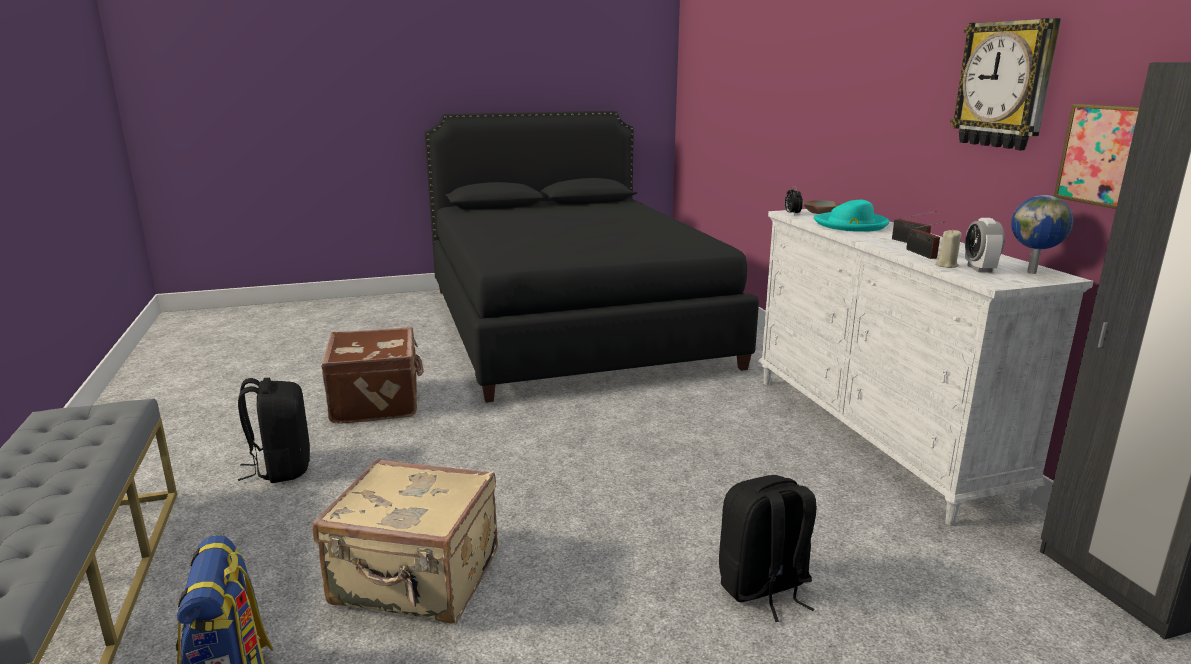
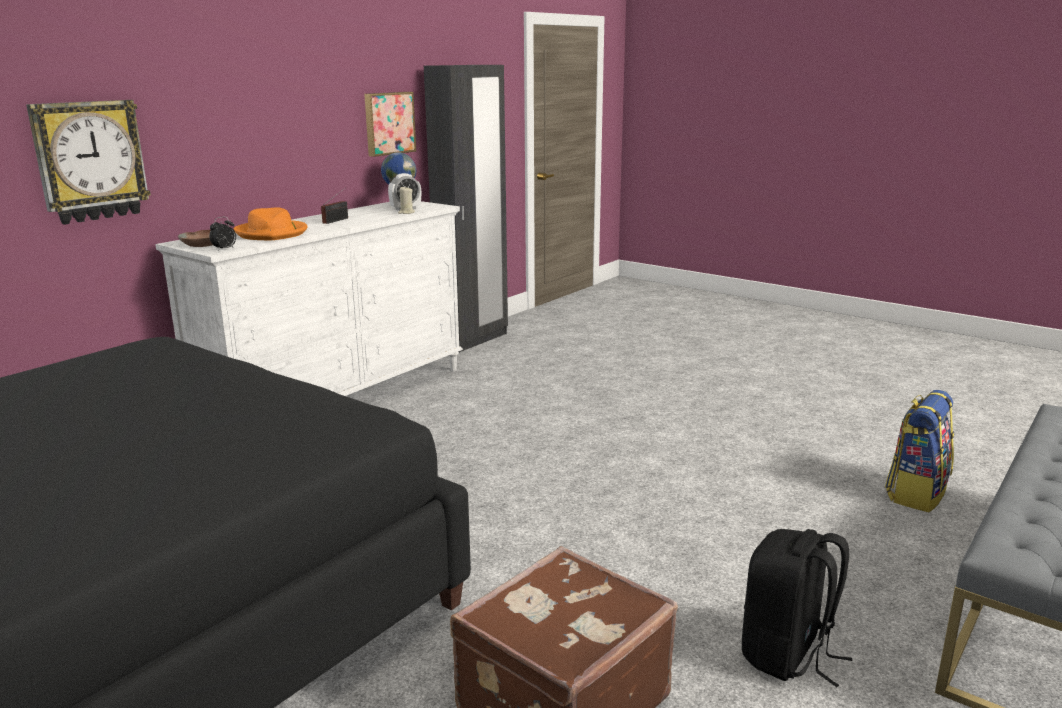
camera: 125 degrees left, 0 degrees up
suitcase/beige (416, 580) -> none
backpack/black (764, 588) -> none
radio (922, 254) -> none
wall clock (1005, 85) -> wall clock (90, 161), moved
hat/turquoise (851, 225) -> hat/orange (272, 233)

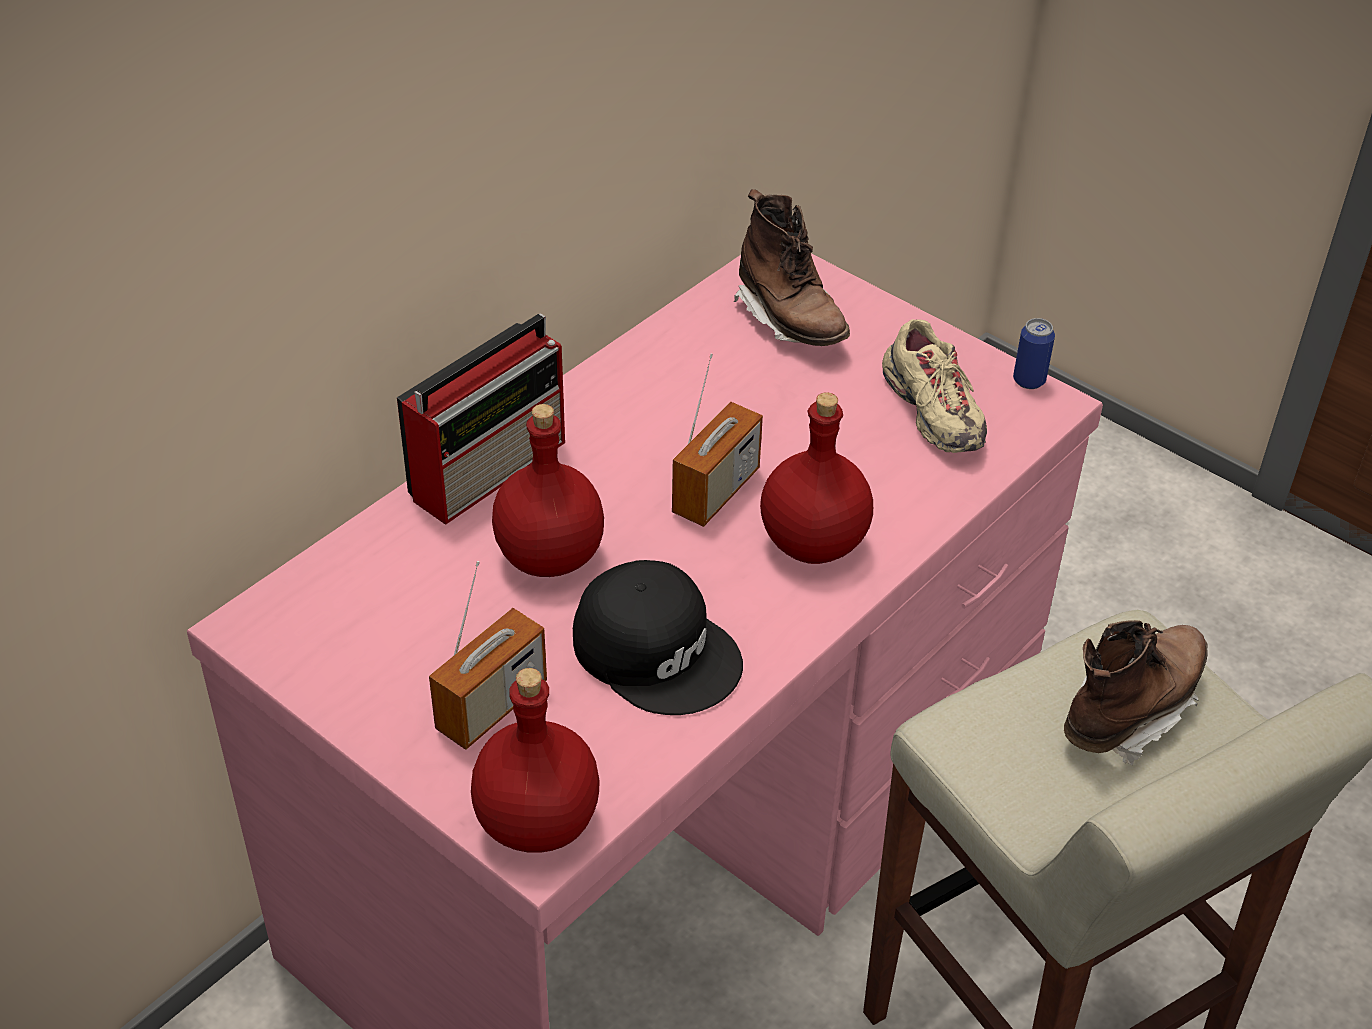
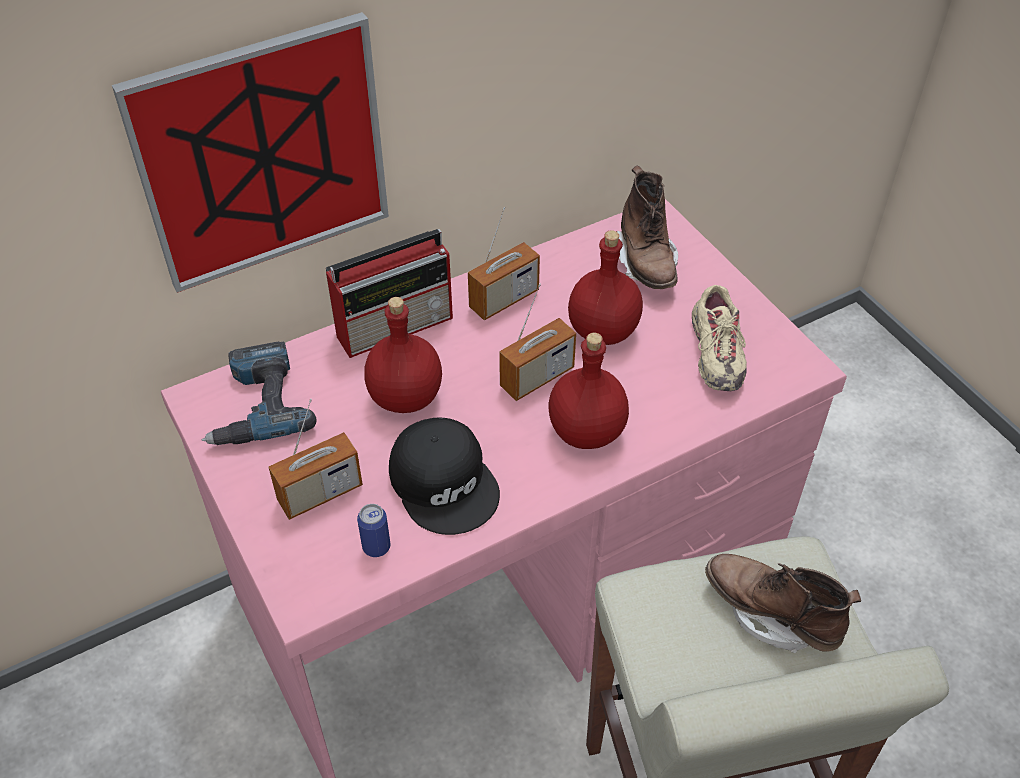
camera: 20 degrees right, 5 degrees up
none -> picture (263, 154)
none -> power drill (256, 405)
none -> radio (504, 299)
bottle/red (538, 821) -> bottle/red (604, 330), moved
can (1029, 380) -> can (376, 547), moved
boot/brown (1130, 710) -> boot/brown (771, 614), 120 degrees counterclockwise

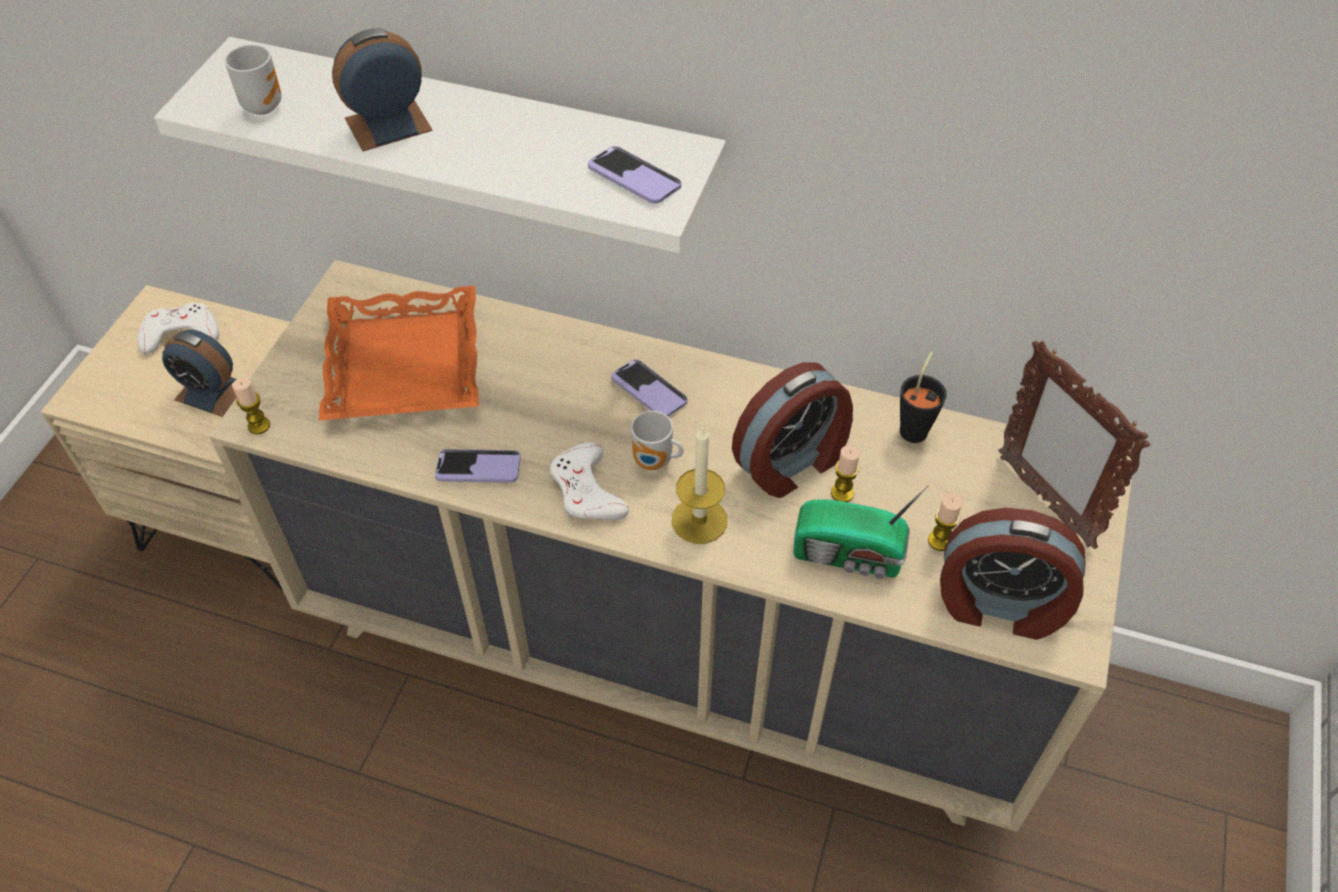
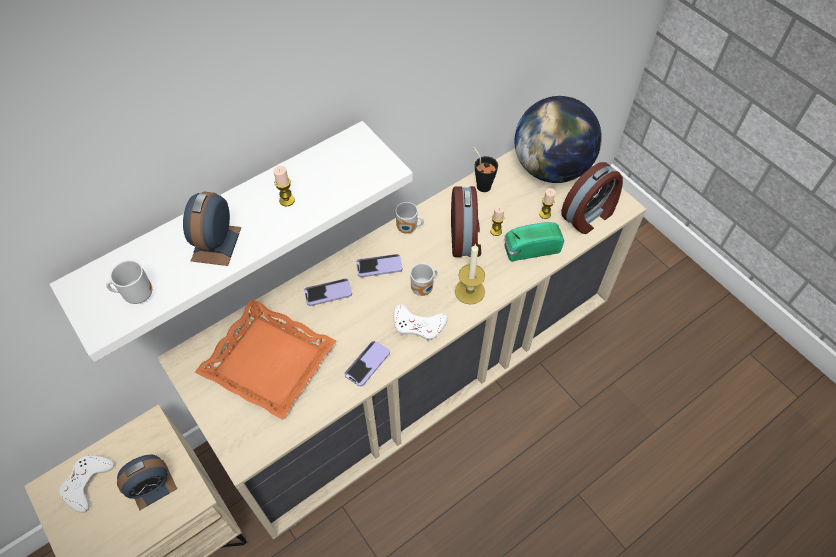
camera: 55 degrees left, 5 degrees up
none -> mug (408, 229)
candle (259, 425) -> candle (287, 200), moved
phone (634, 177) -> phone (328, 293), moved
picture frame (1044, 500) -> globe (551, 168)
radio (850, 556) -> radio (529, 248), 150 degrees counterclockwise

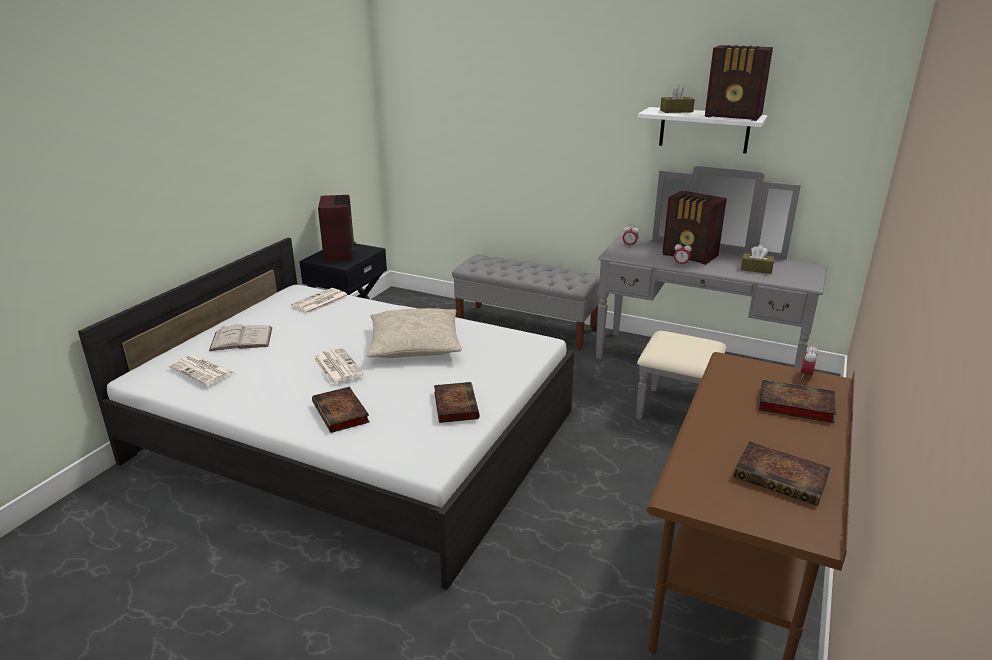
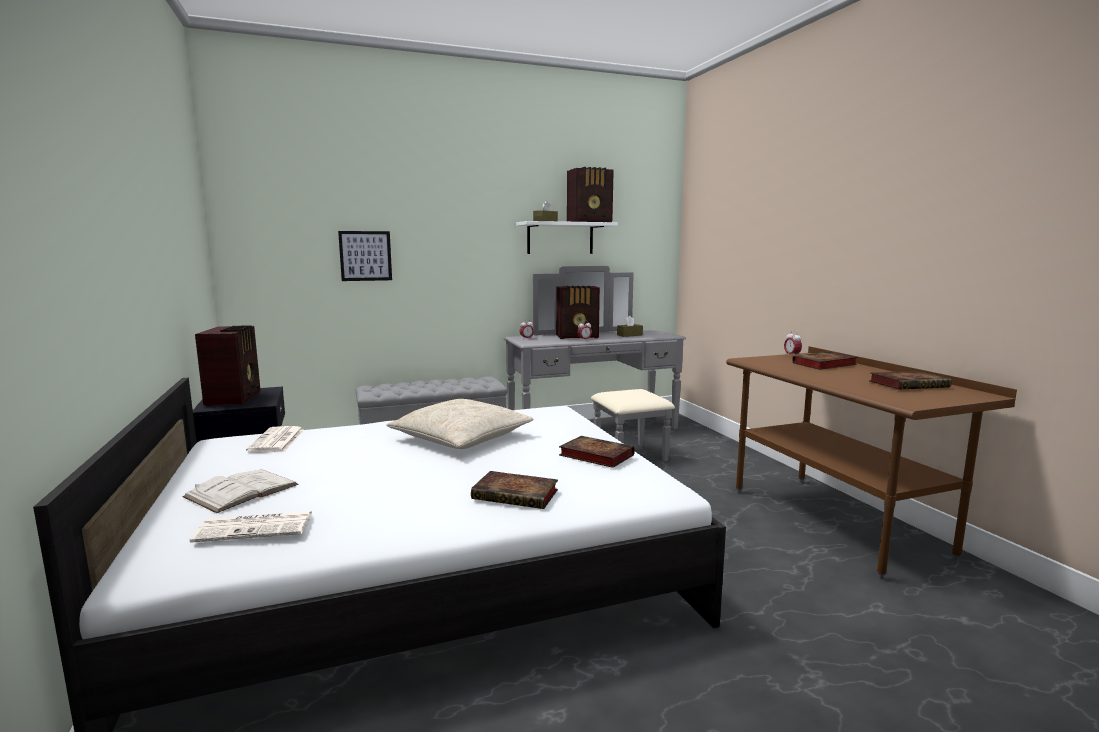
camera: 45 degrees left, 15 degrees down
newspaper (337, 366) -> none
none -> picture (365, 256)
radio (340, 253) -> radio (235, 398), 45 degrees clockwise

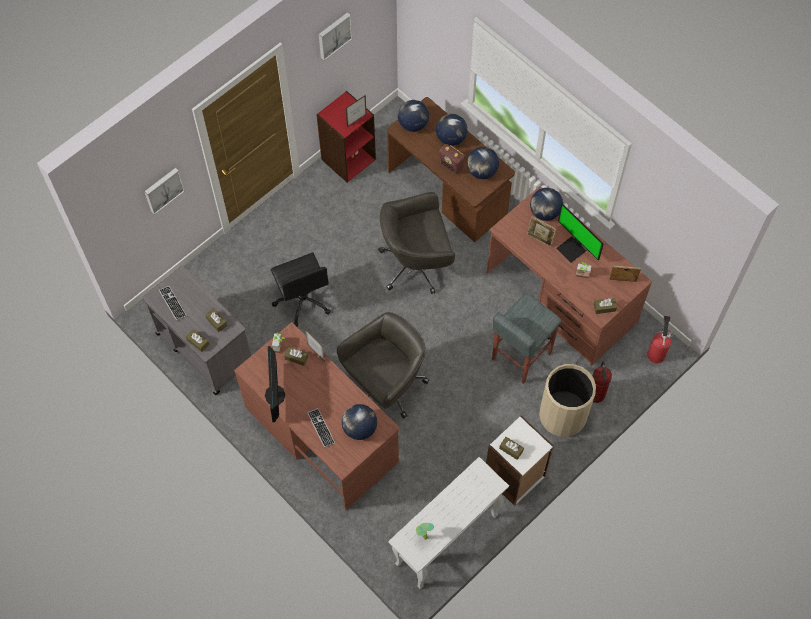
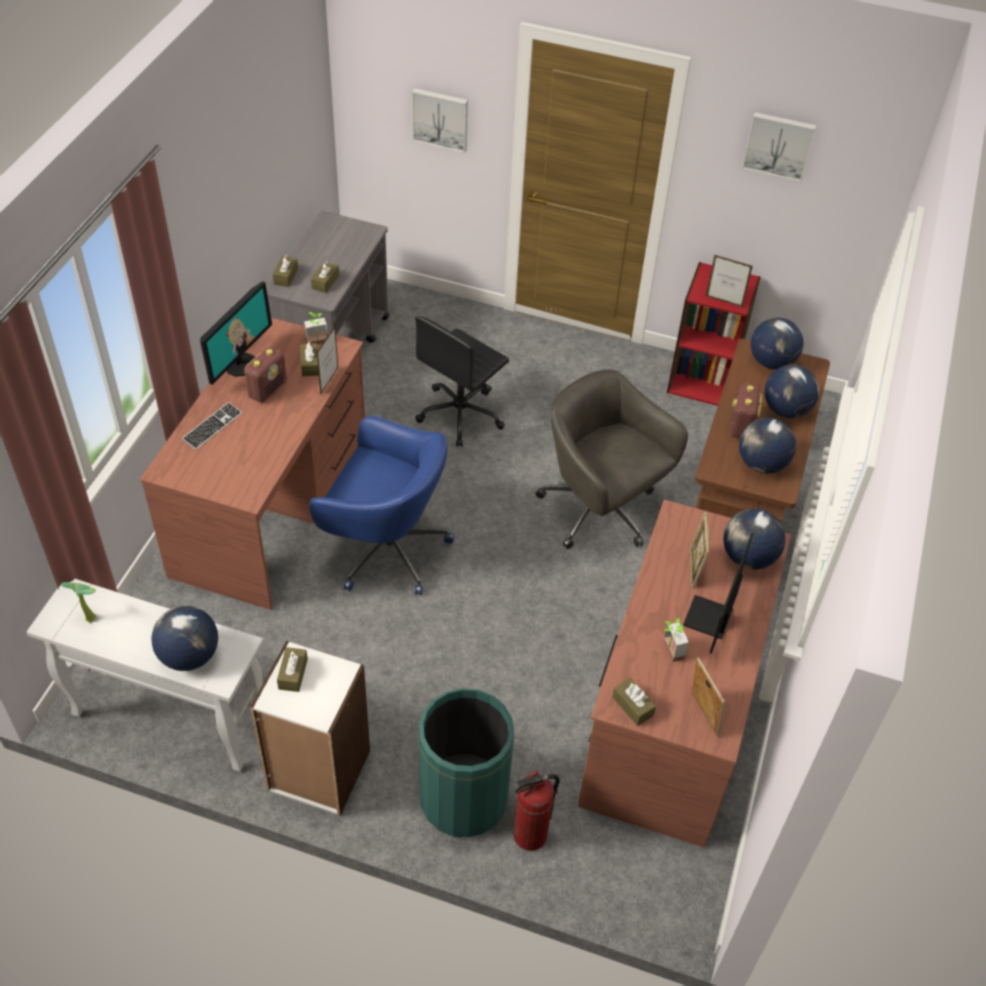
camera: 60 degrees right, 15 degrees down
keyboard (172, 303) -> none
stool/grey (520, 356) -> none
fire extinguisher (656, 353) -> none
none -> radio (267, 389)
globe (359, 428) -> globe (189, 656), moved
office chair/grey (385, 385) -> office chair/blue (385, 549)
trash can/beige (562, 415) -> trash can/green (463, 799)
monitor (275, 395) -> monitor (240, 364), 150 degrees clockwise

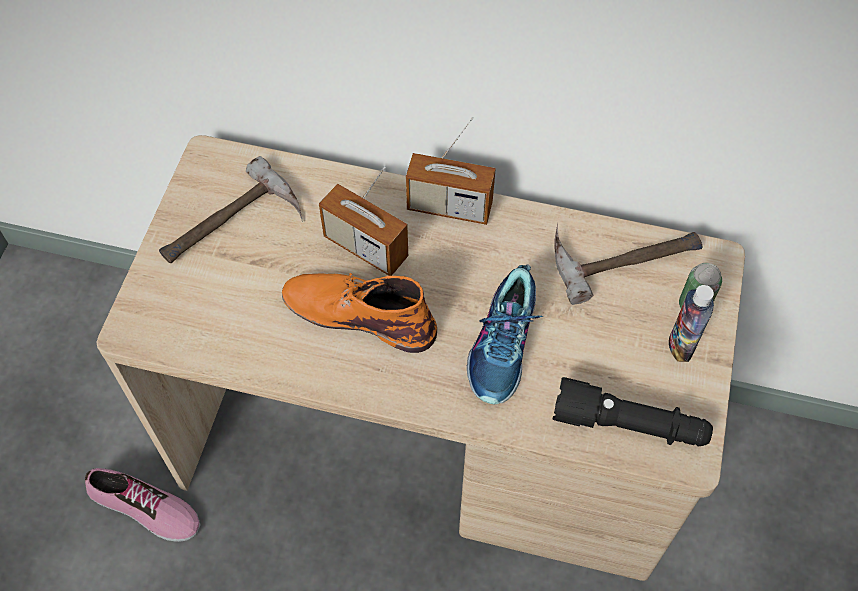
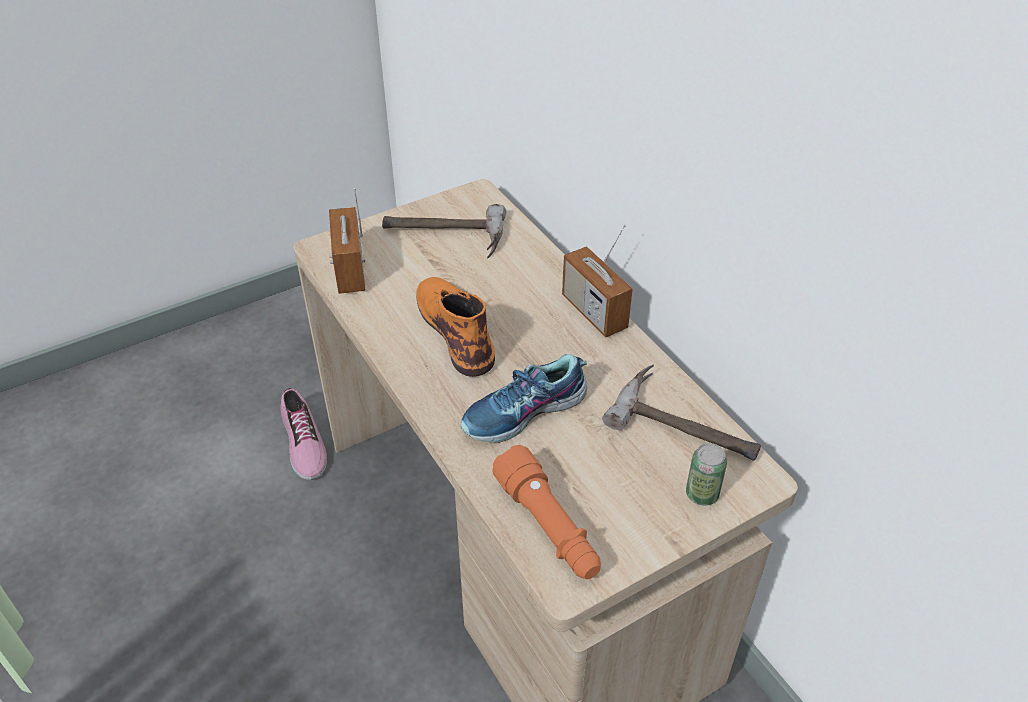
camera: 45 degrees right, 15 degrees down
bottle (681, 345) -> none
radio (365, 247) -> radio (350, 270), moved
flashlight/black (629, 425) -> flashlight/orange (548, 527)

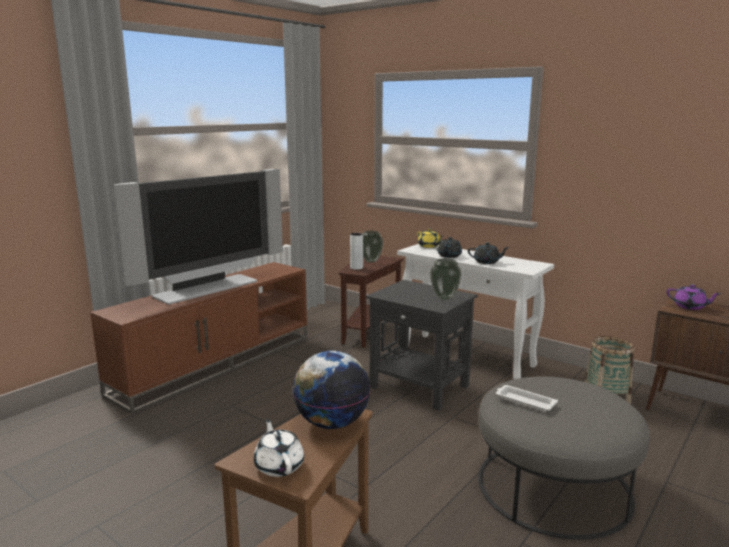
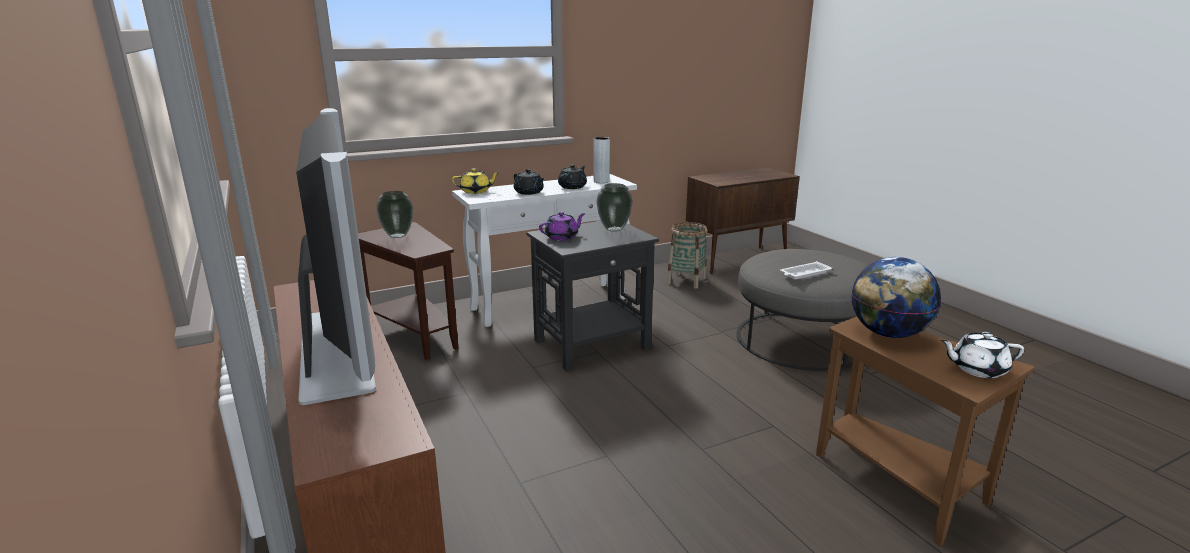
camera: 65 degrees left, 5 degrees up
vase/grey (356, 268) -> vase/grey (601, 181), moved
teapot/purple (690, 307) -> teapot/purple (562, 237), moved

